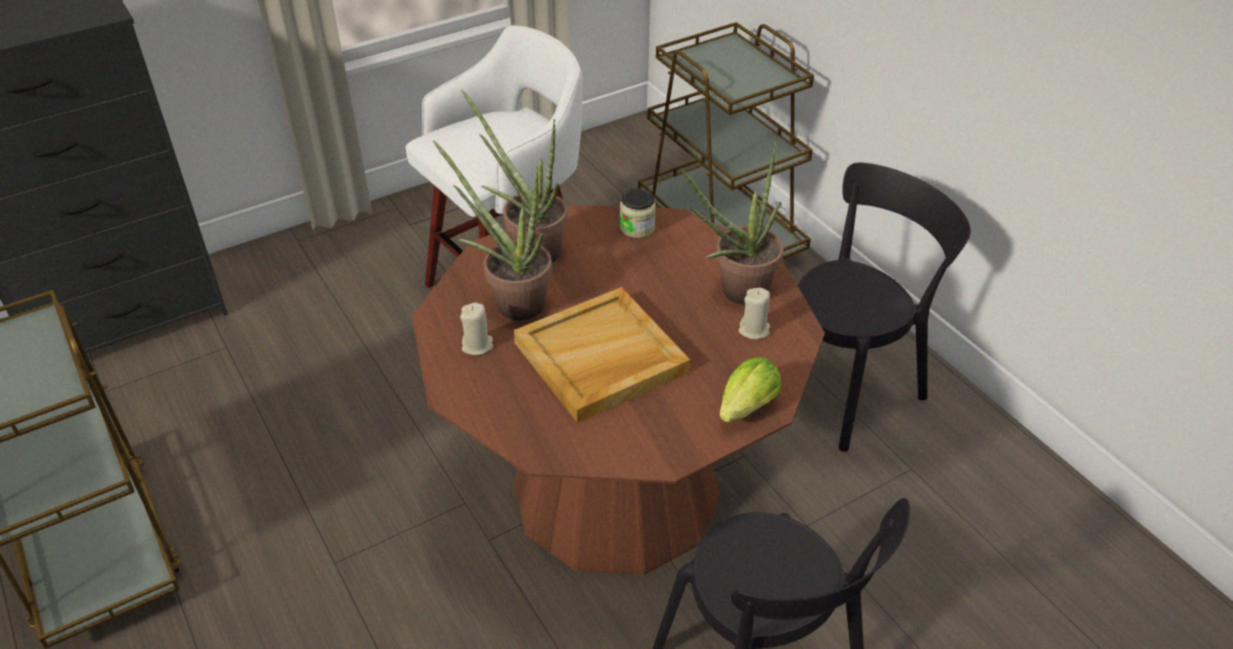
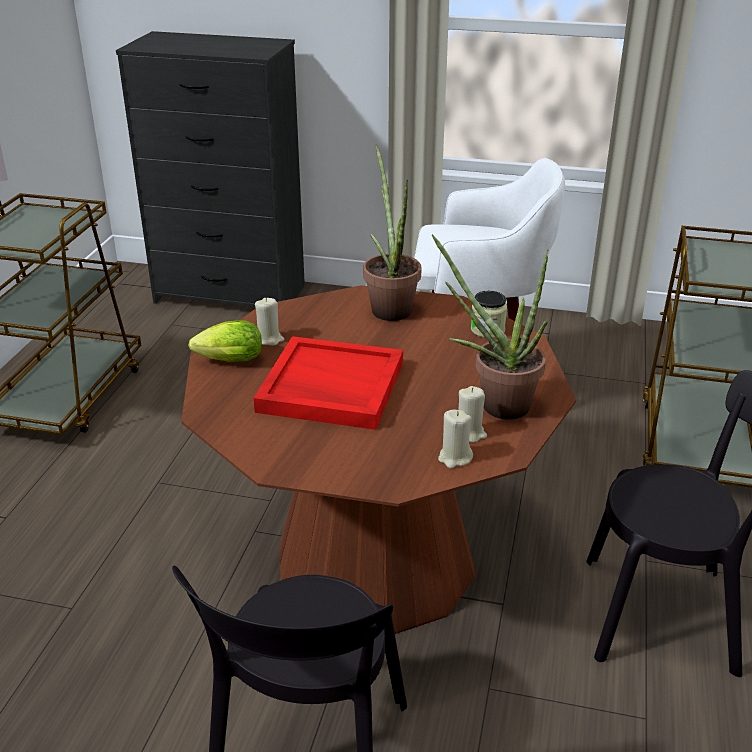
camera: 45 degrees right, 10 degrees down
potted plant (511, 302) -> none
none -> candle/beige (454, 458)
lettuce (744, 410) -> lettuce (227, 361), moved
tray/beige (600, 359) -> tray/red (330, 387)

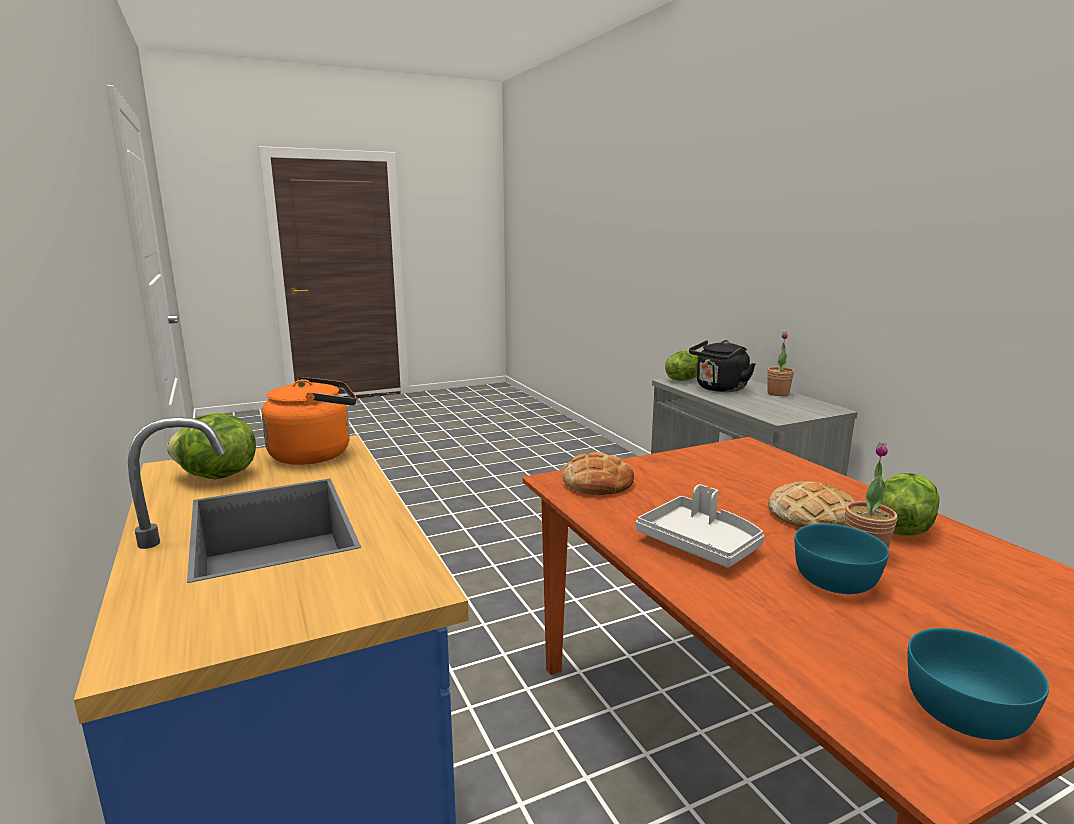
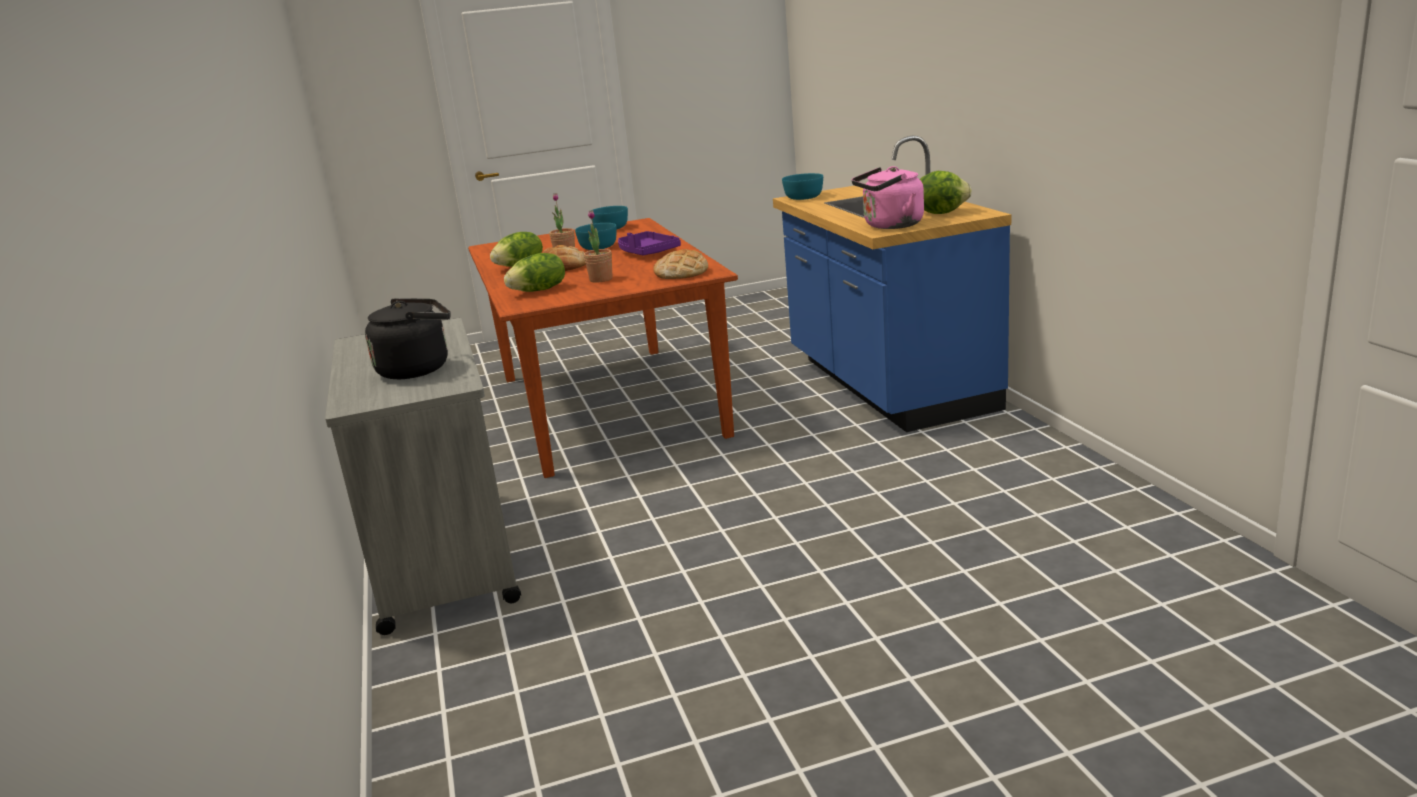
camera: 170 degrees left, 5 degrees up
none -> bowl/turquoise (803, 197)
lettuce (684, 379) -> lettuce (539, 290), moved
potted plant (778, 393) -> potted plant (601, 279), moved
kettle/orange (316, 454) -> kettle/pink (890, 226)
tray/grey (700, 544) -> tray/purple (646, 252)

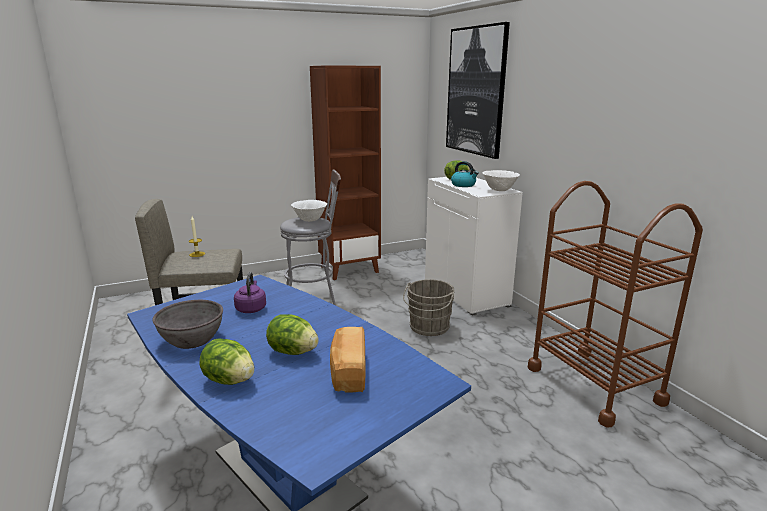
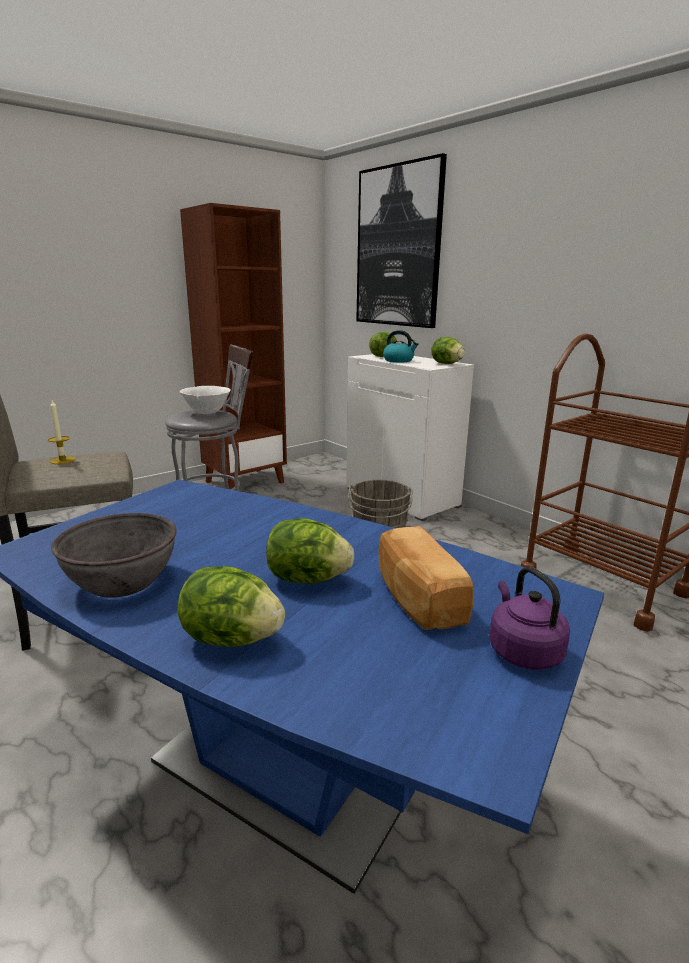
camera: 15 degrees left, 0 degrees up
kettle/purple (251, 308) -> kettle/purple (522, 651), moved
bowl/white (499, 190) -> lettuce (447, 364)

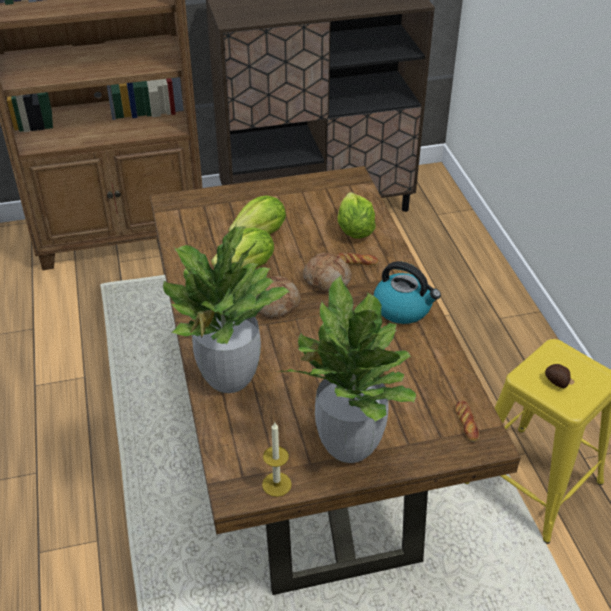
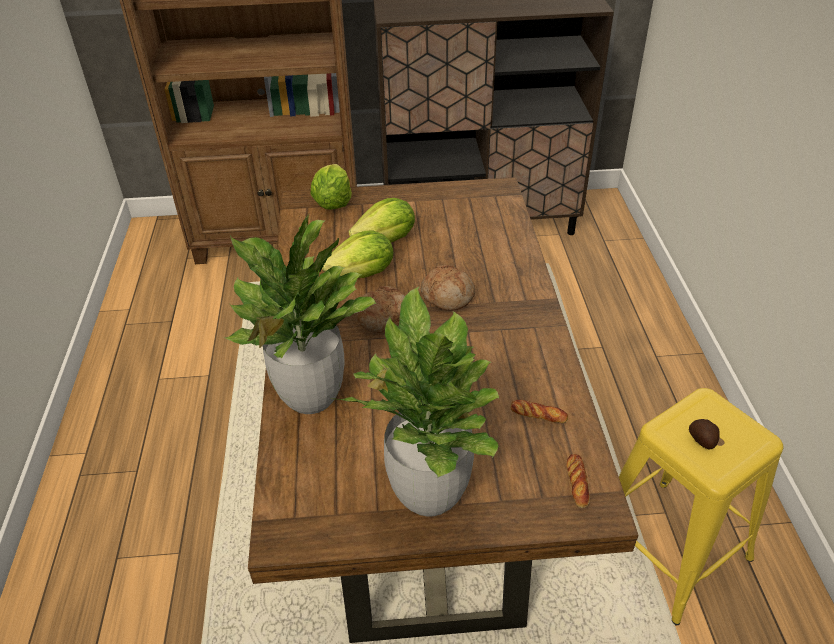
camera: 10 degrees right, 0 degrees up
candle (276, 484) -> none
kettle (403, 308) -> none
bread (357, 262) -> bread (538, 414), moved
lettuce (354, 230) -> lettuce (333, 203), moved

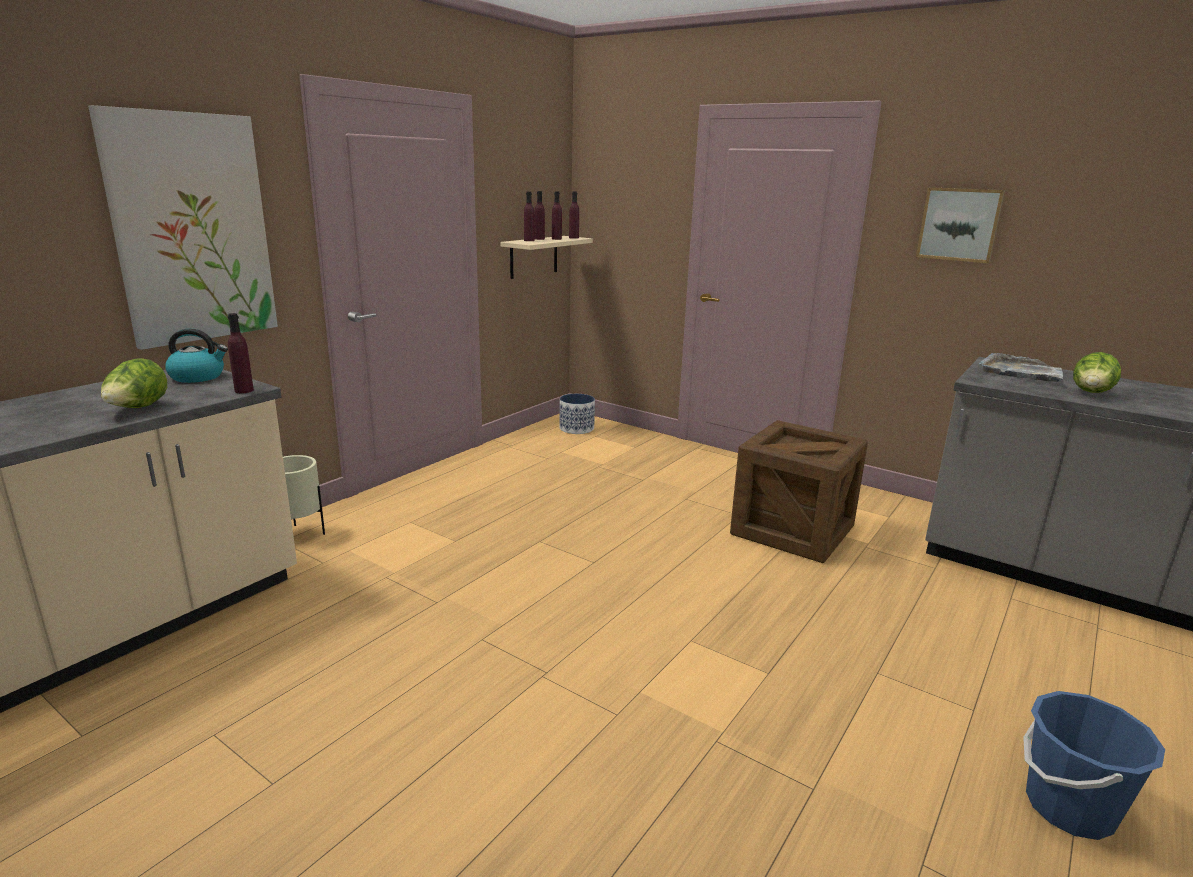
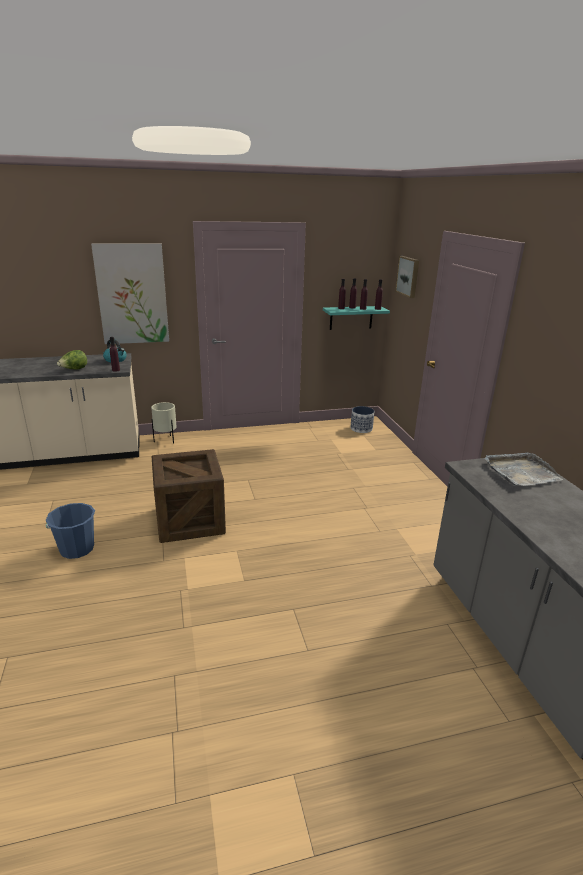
camera: 40 degrees right, 5 degrees up
lettuce (1091, 393) -> none
crate (792, 530) -> crate (190, 520), moved
picture (959, 224) -> picture (408, 276), moved
bucket/blue (1069, 808) -> bucket/blue (77, 549), moved
shelf/beige (534, 257) -> shelf/turquoise (351, 317)

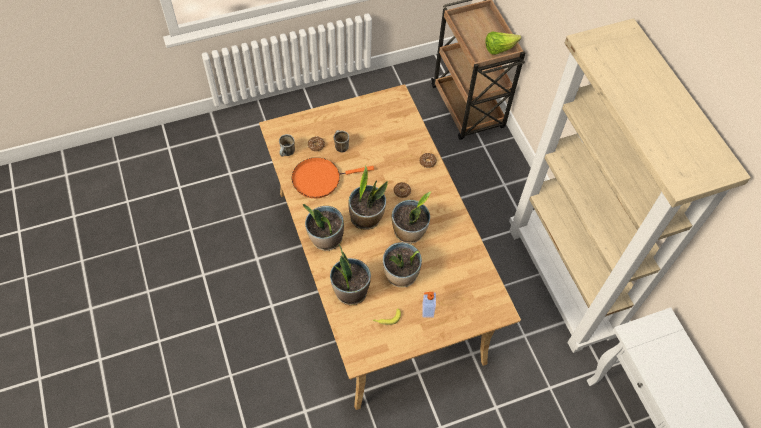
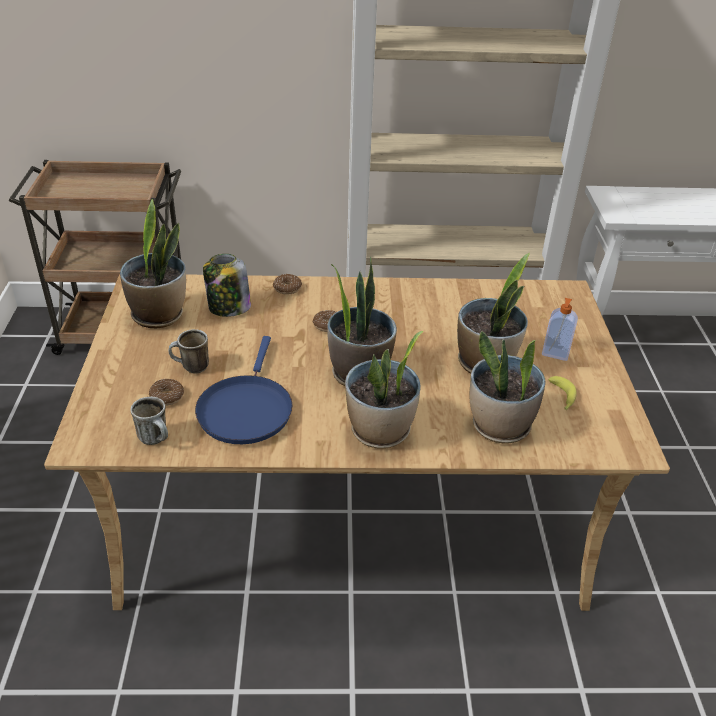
camera: 70 degrees left, 20 degrees down
lettuce (499, 49) -> none
none -> jar (228, 308)
potted plant (409, 232) -> potted plant (159, 315), moved
frying pan/orange (319, 179) -> frying pan/blue (245, 409)

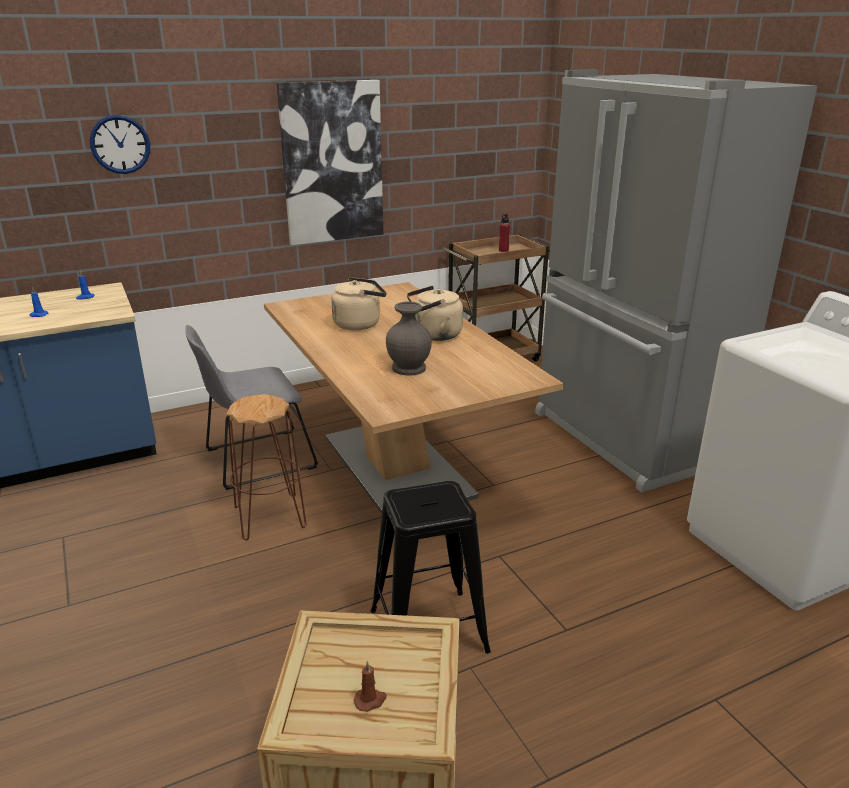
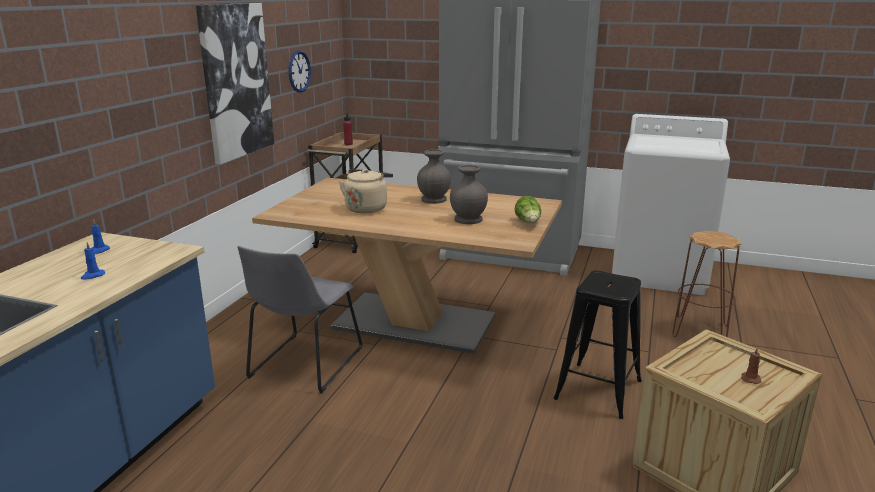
camera: 45 degrees left, 5 degrees down
none -> lettuce (528, 222)
wall clock (120, 144) -> wall clock (299, 71), moved
stool/brown (270, 517) -> stool/brown (700, 331), moved
kettle/beige (434, 335) -> vase/grey (433, 200)

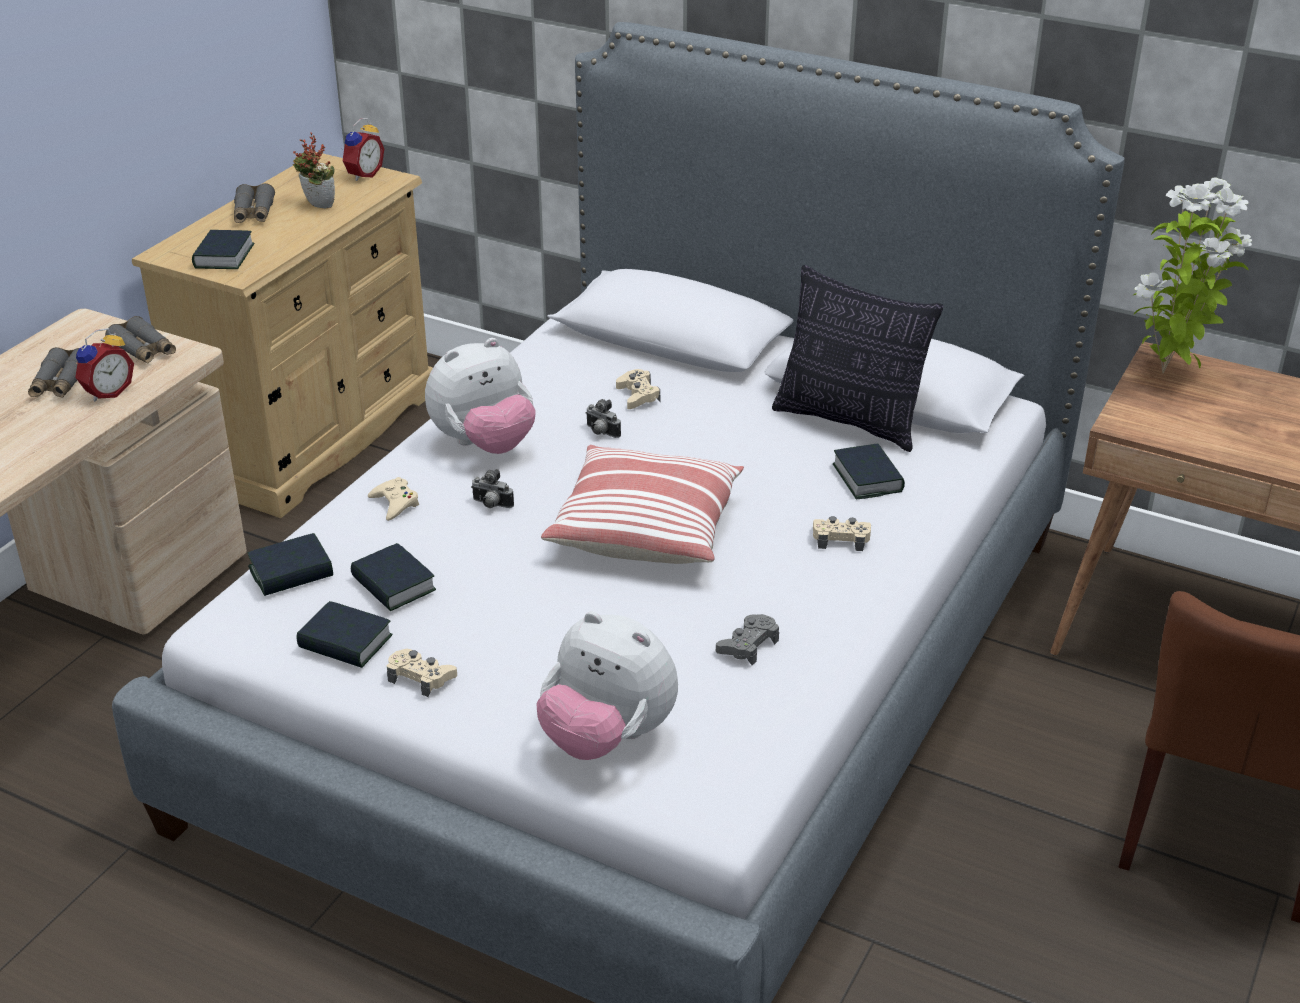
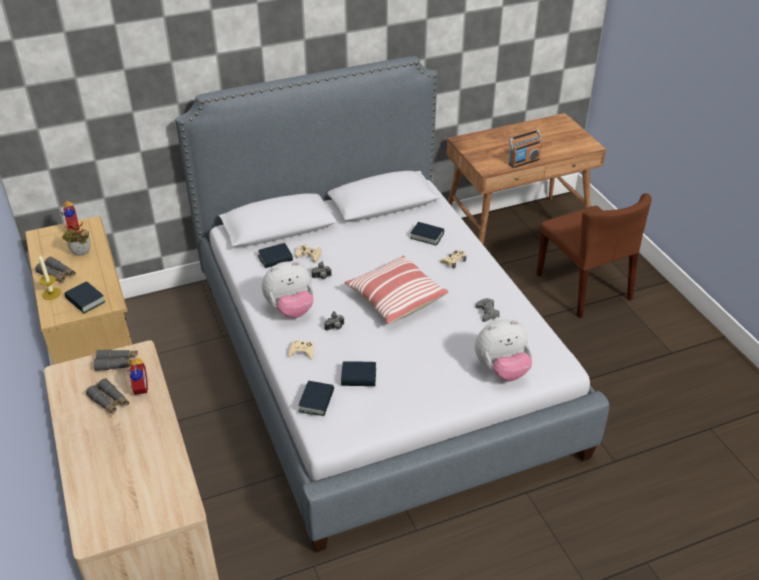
camera: 50 degrees left, 5 degrees up
game controller/beige (421, 677) -> none
pillow (850, 421) -> none
potted plant (1166, 373) -> none
none -> candle (51, 293)
none -> radio (523, 161)
book (345, 642) -> book (275, 258), moved
plush toy (484, 444) -> plush toy (290, 309), 60 degrees clockwise

